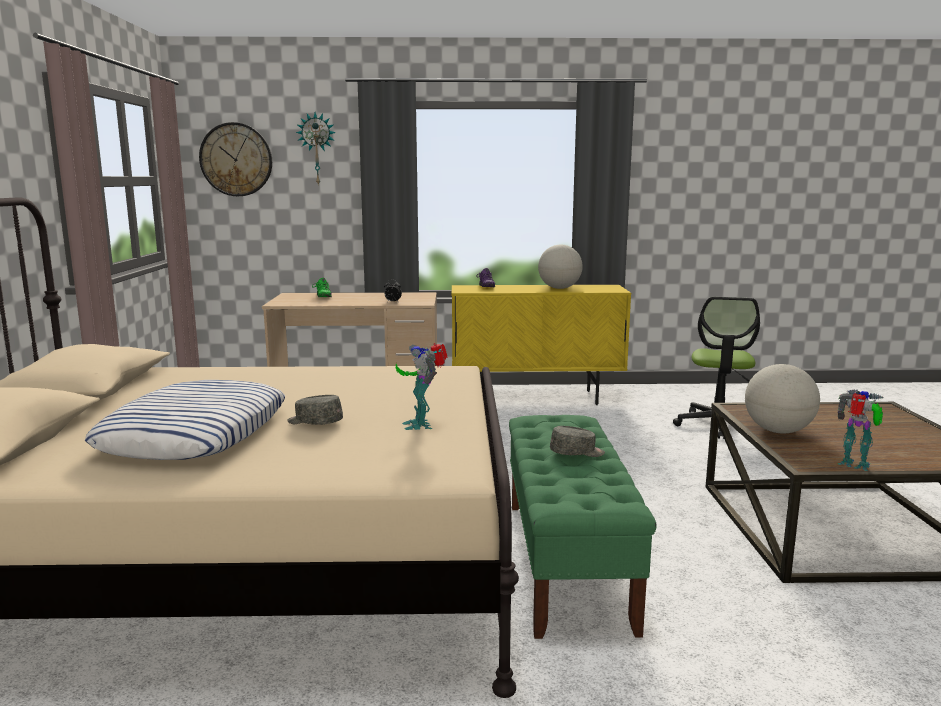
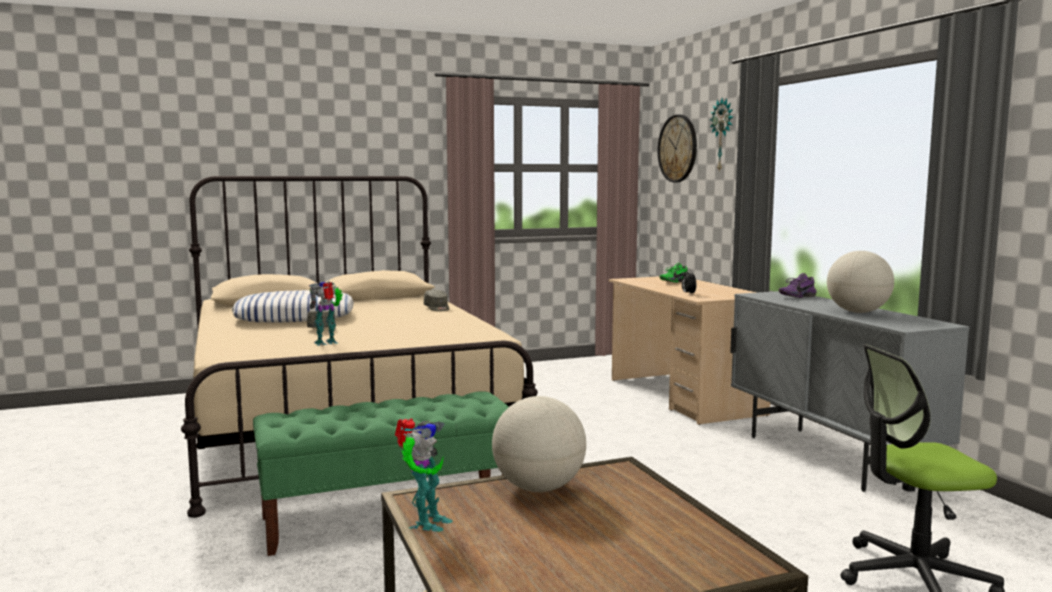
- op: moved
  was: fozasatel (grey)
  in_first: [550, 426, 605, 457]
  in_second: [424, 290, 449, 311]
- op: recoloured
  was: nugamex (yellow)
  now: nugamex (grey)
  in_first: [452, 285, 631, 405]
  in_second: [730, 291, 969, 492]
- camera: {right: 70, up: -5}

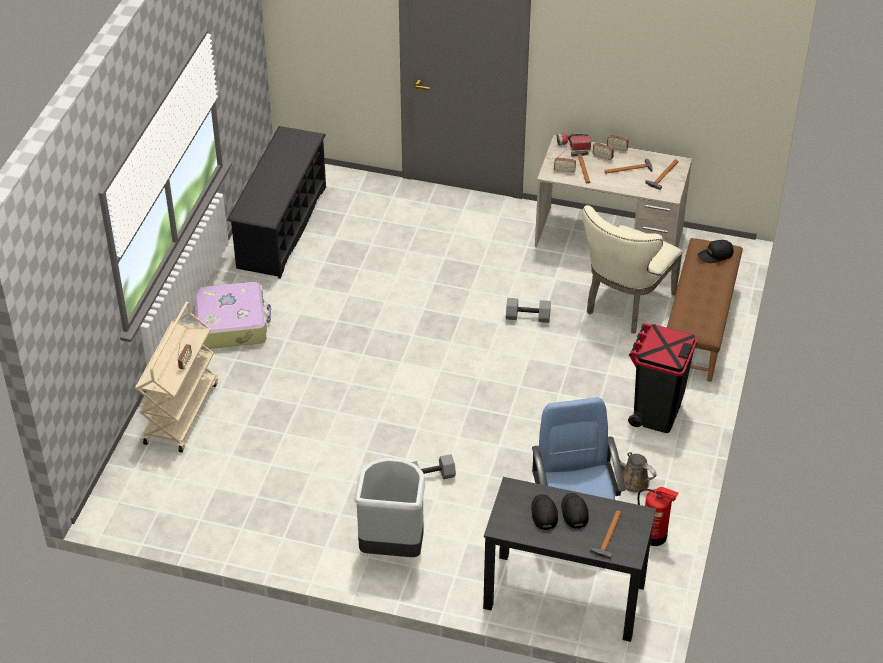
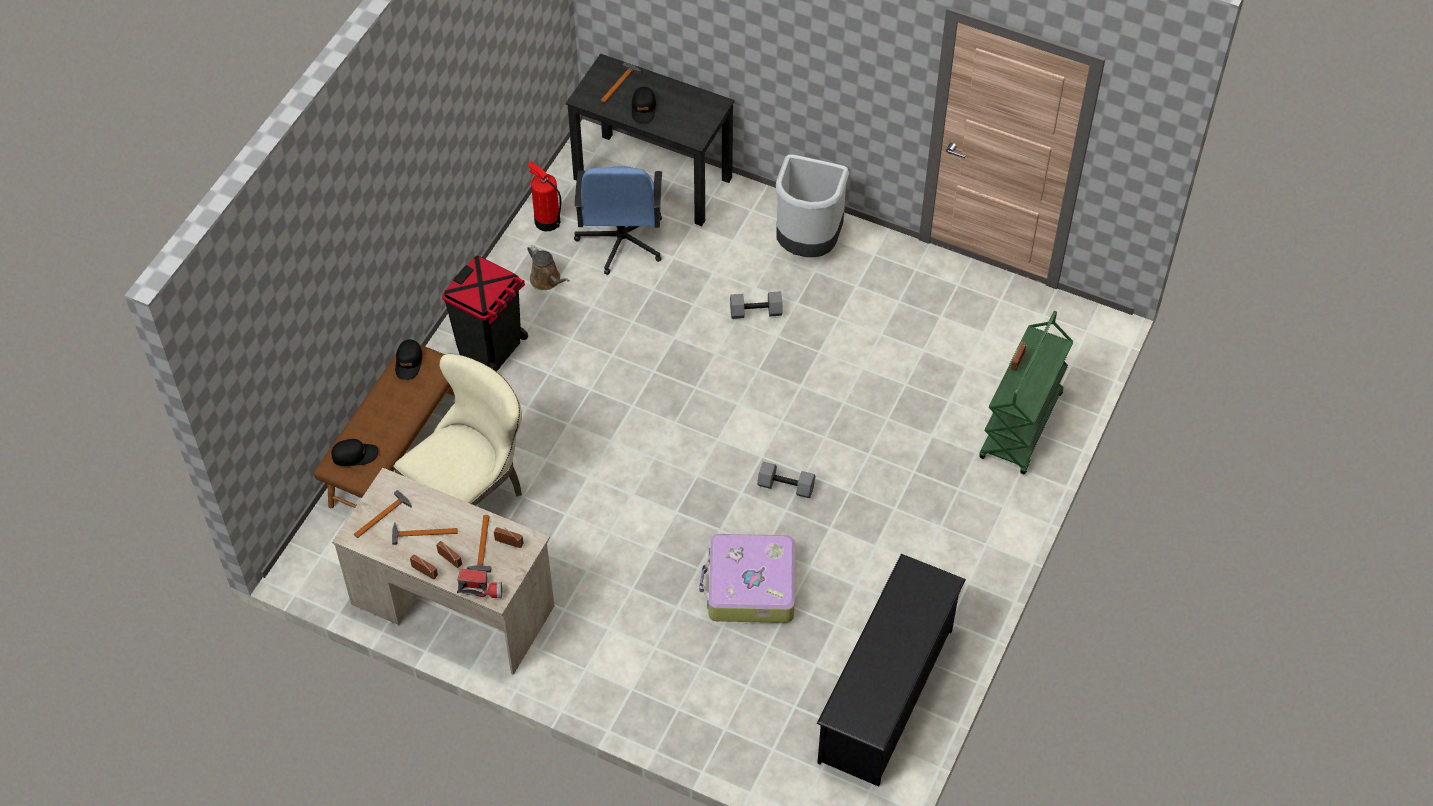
- op: moved
  was: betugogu
  in_first: [195, 282, 271, 349]
  in_second: [699, 534, 795, 623]
- op: moved
  was: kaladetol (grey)
  in_first: [506, 298, 551, 323]
  in_second: [757, 462, 816, 498]
- op: moved
  was: fozasatel (black)
  in_first: [531, 494, 558, 530]
  in_second: [395, 339, 423, 380]
- op: recoloured
  was: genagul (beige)
  now: genagul (green)
  in_first: [135, 302, 218, 452]
  in_second: [979, 311, 1073, 475]
- camera: {right: -170, up: 10}

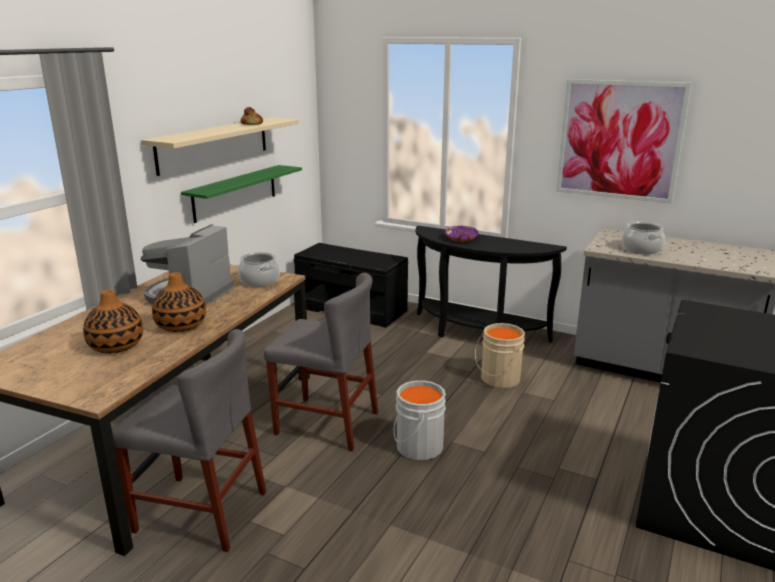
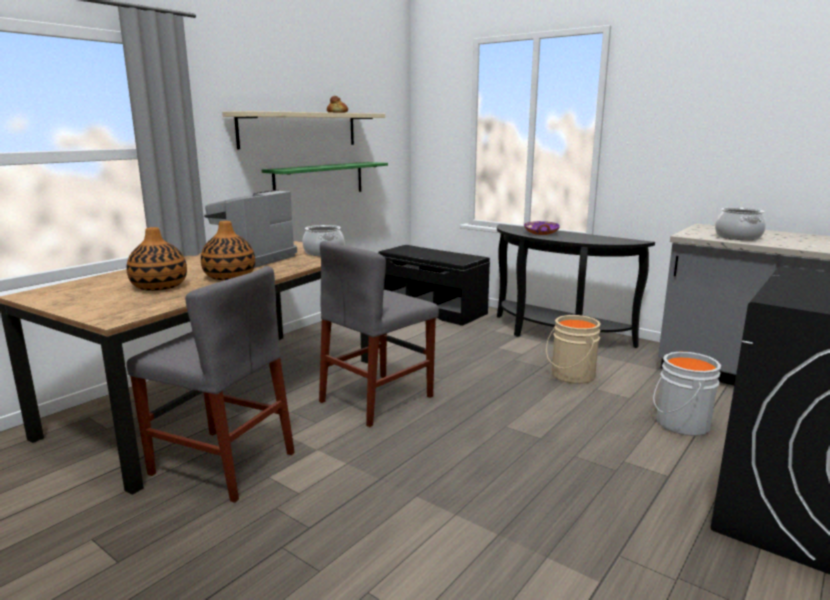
- op: removed
  was: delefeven
  in_first: [556, 79, 691, 204]
- op: moved
  was: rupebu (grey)
  in_first: [394, 380, 446, 460]
  in_second: [653, 351, 721, 436]
- op: turned
  was: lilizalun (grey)
  in_first: [264, 273, 378, 451]
  in_second: [319, 241, 439, 427]
  clockwise: 105
- camera: {right: 10, up: -5}

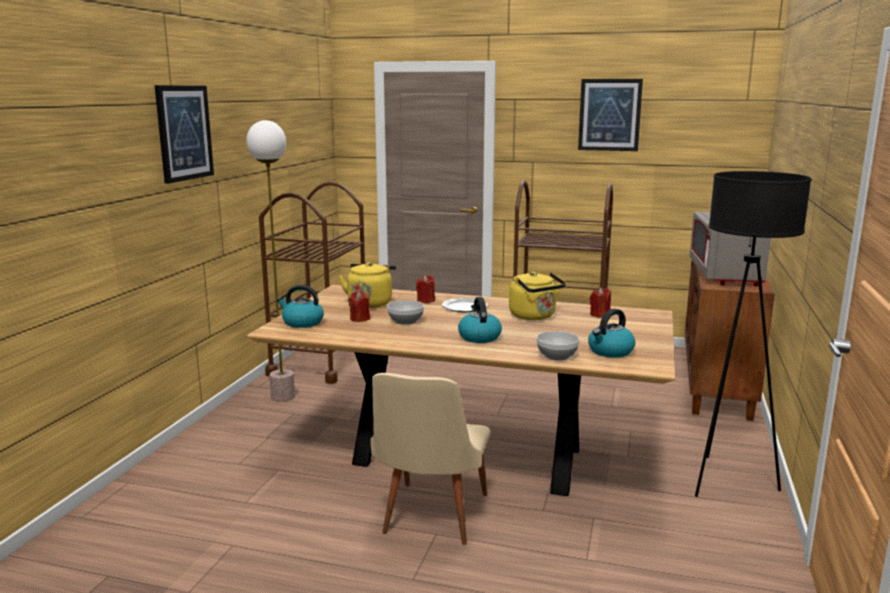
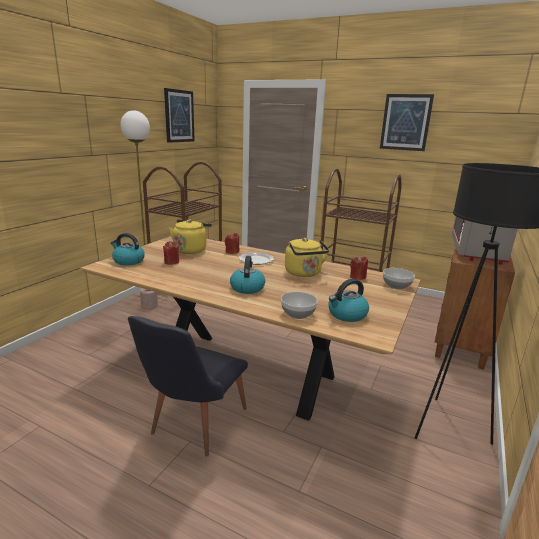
- op: moved
  was: delefeven
  in_first: [155, 85, 214, 184]
  in_second: [164, 88, 195, 143]
- op: moved
  was: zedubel
  in_first: [387, 300, 424, 325]
  in_second: [383, 268, 415, 290]
- op: recoloured
  was: lilizalun (beige)
  now: lilizalun (black)
  in_first: [371, 373, 491, 545]
  in_second: [128, 316, 248, 457]
- camera: {right: 10, up: 5}

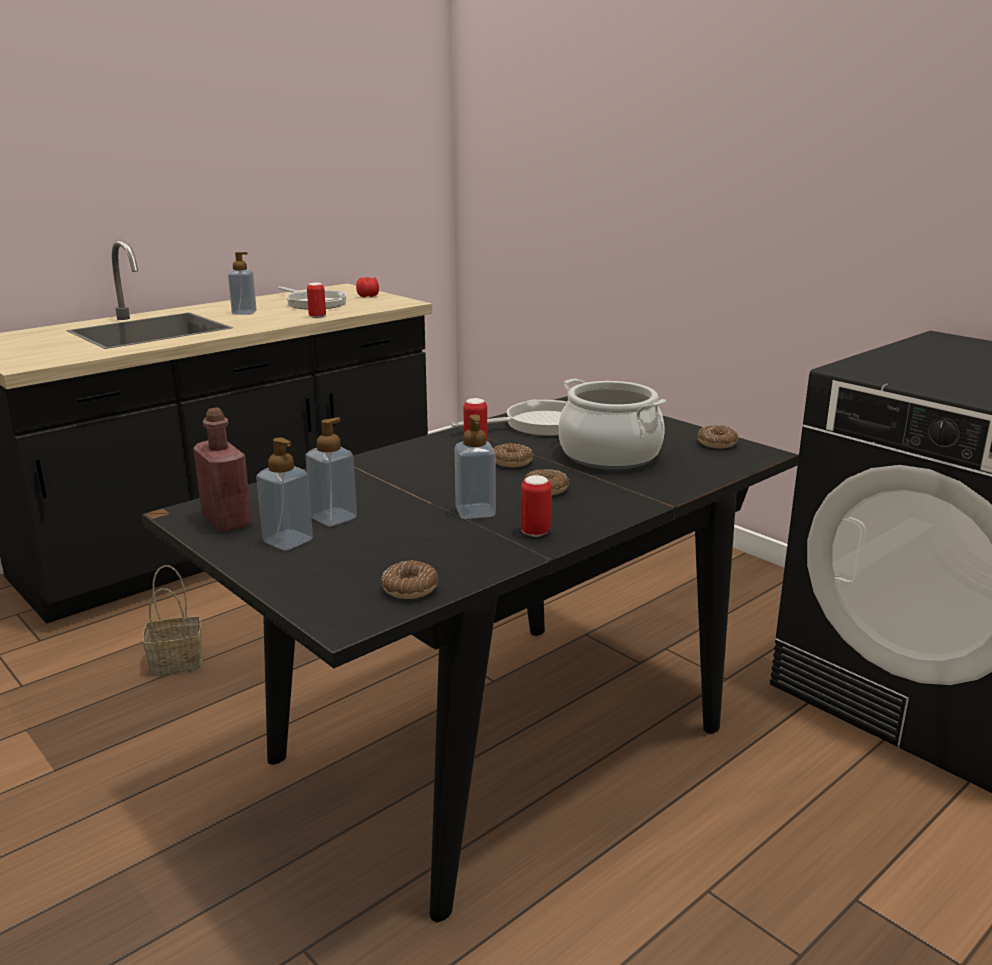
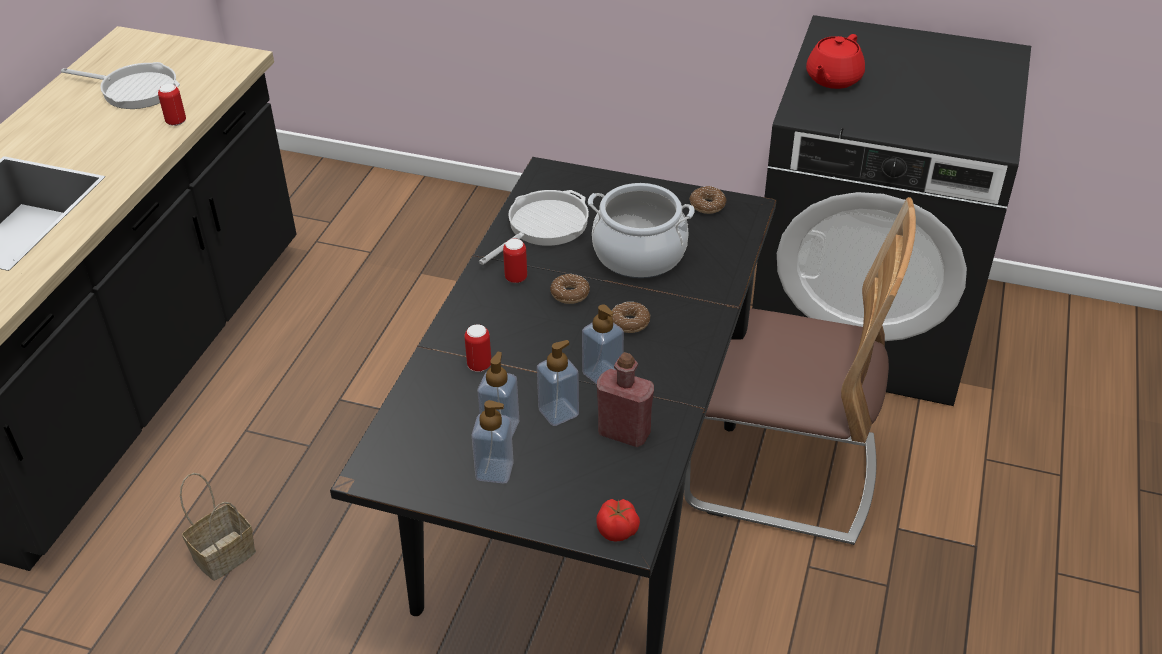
- op: removed
  was: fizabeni
  in_first: [381, 560, 438, 599]
- op: added
  now: lilizalun
  in_second: [684, 197, 916, 545]
- op: added
  now: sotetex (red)
  in_second: [806, 34, 865, 89]
- op: moved
  was: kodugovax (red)
  in_first: [193, 408, 252, 532]
  in_second: [597, 352, 654, 447]
- op: moved
  was: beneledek
  in_first: [228, 252, 257, 315]
  in_second: [537, 340, 579, 426]
- op: moved
  was: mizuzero
  in_first: [356, 277, 379, 298]
  in_second: [596, 499, 640, 542]
- op: moved
  was: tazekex
  in_first: [521, 475, 552, 537]
  in_second: [464, 324, 491, 372]
- camera: {right: -30, up: 20}

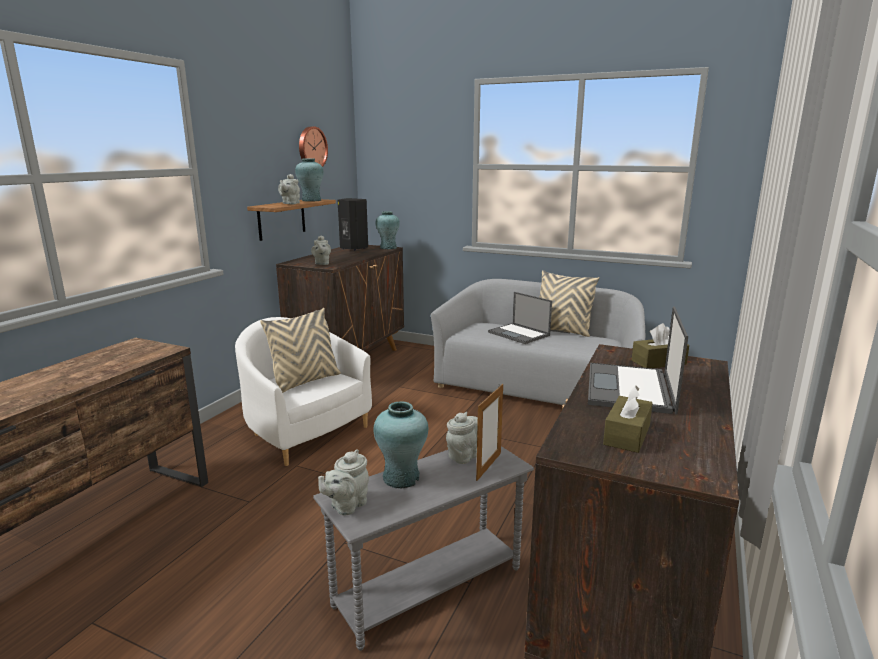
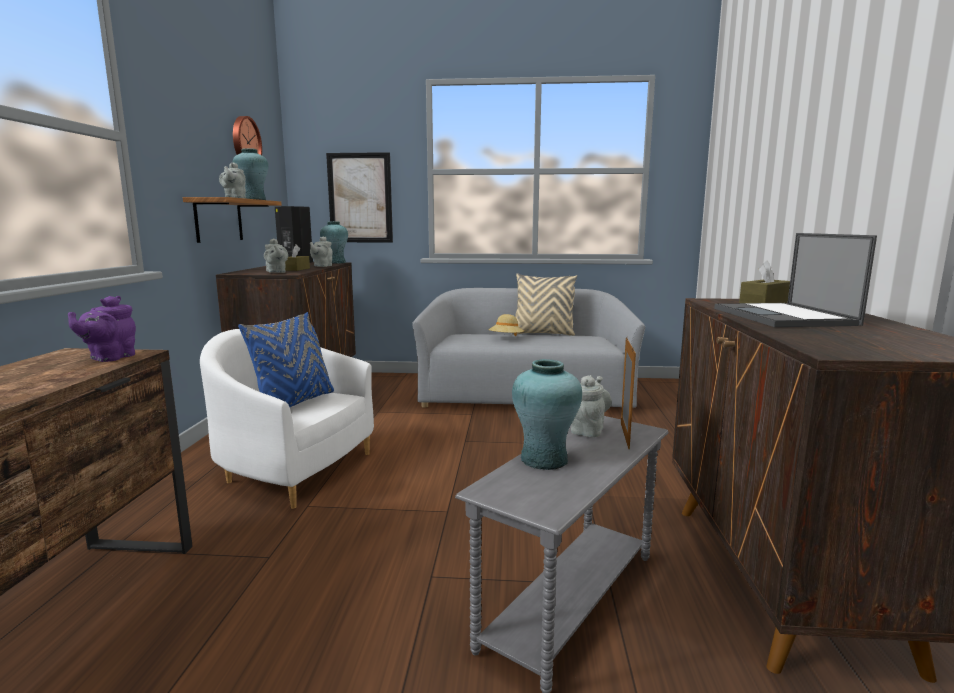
- op: added
  now: sotetex (purple)
  in_second: [68, 296, 136, 362]
- op: added
  now: delefeven
  in_second: [326, 152, 393, 242]
- op: moved
  was: sotetex (grey)
  in_first: [318, 449, 369, 515]
  in_second: [310, 237, 333, 267]
- op: moved
  was: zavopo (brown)
  in_first: [603, 386, 653, 453]
  in_second: [285, 245, 310, 271]
- op: replaced
  was: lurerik
  now: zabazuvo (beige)
  in_first: [488, 292, 552, 344]
  in_second: [488, 314, 524, 336]
- op: recoloured
  was: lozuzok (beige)
  now: lozuzok (blue)
  in_first: [260, 308, 341, 393]
  in_second: [238, 312, 334, 407]
- camera: {right: -20, up: -5}

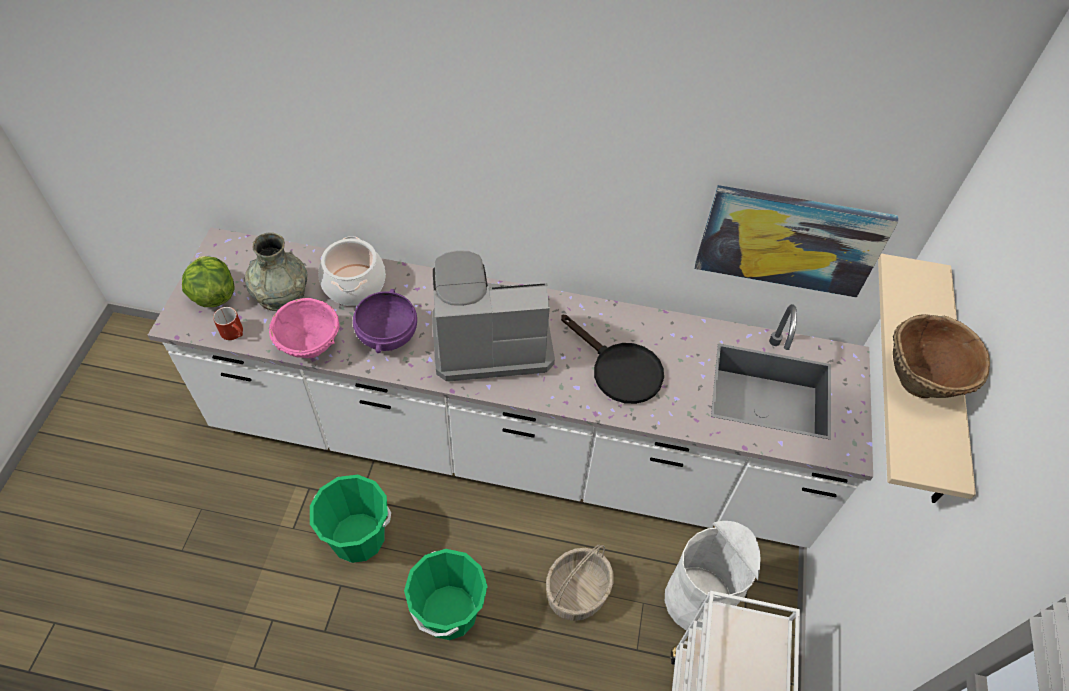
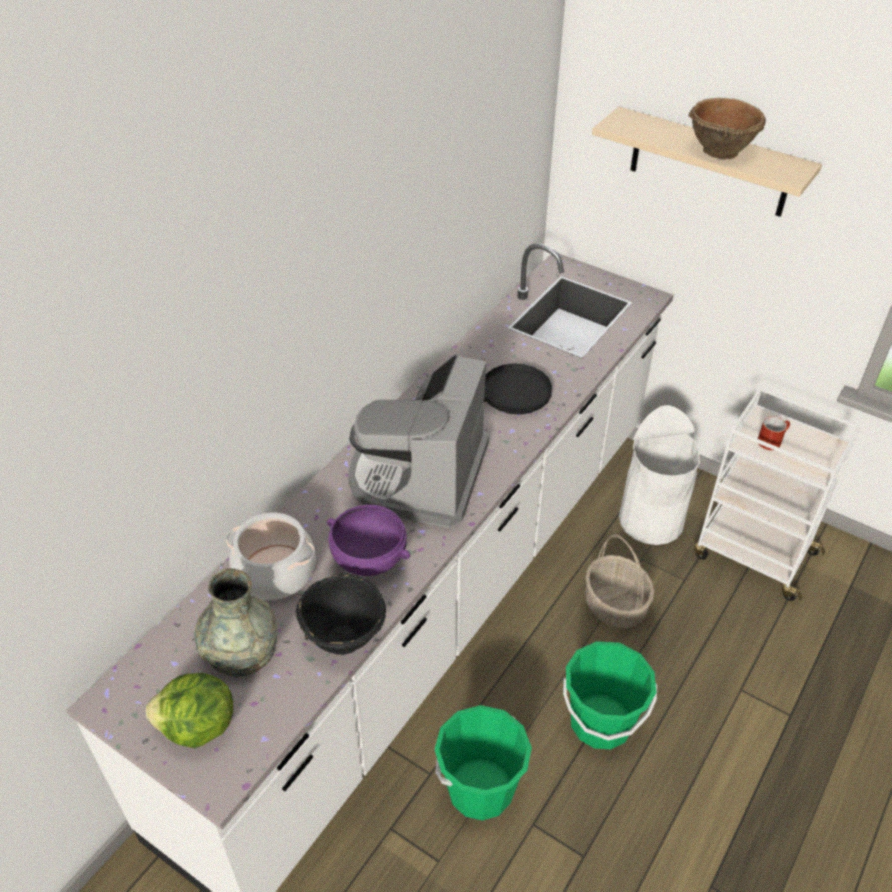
- op: removed
  was: delefeven
  in_first: [695, 185, 898, 298]
- op: moved
  was: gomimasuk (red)
  in_first: [213, 307, 243, 340]
  in_second: [758, 416, 790, 450]
- op: recoloured
  was: zedubel (pink)
  now: zedubel (black)
  in_first: [269, 298, 340, 358]
  in_second: [295, 573, 386, 655]
- camera: {right: -65, up: -10}

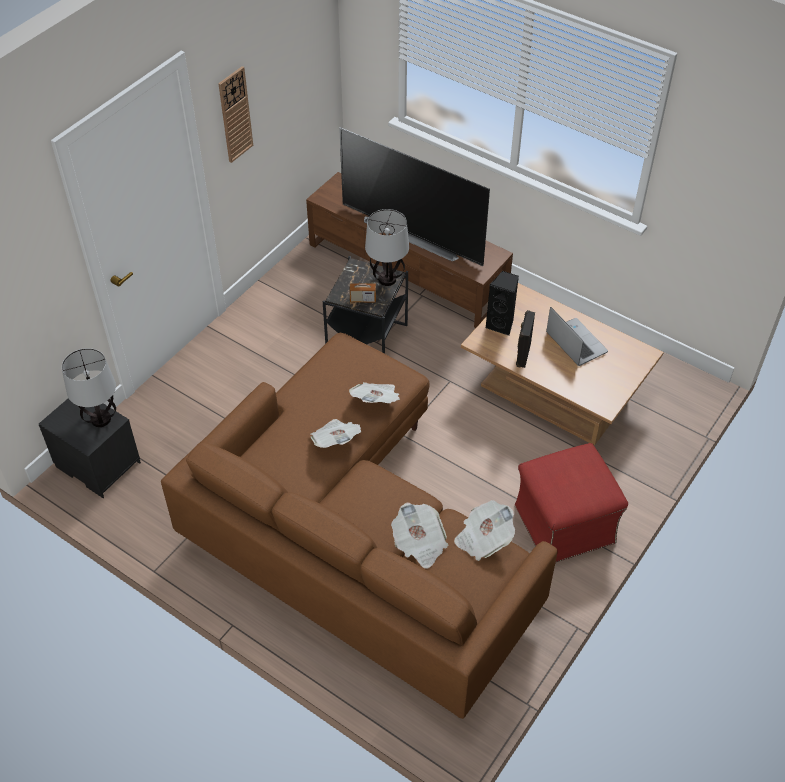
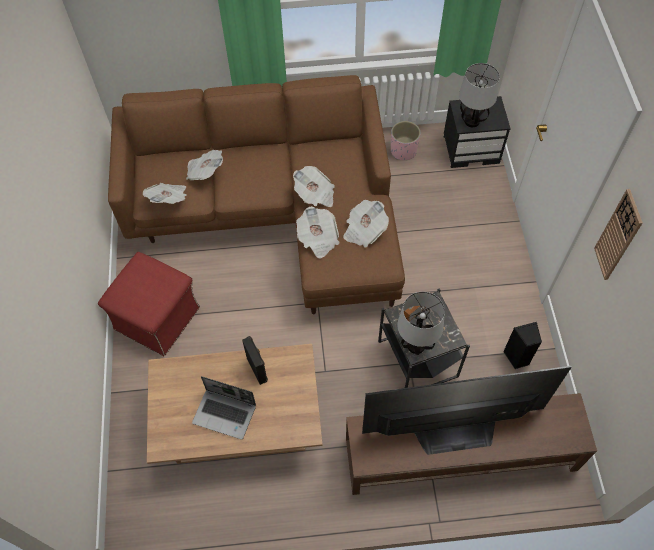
- op: added
  now: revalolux
  in_second: [343, 200, 389, 248]
- op: added
  now: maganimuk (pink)
  in_second: [391, 121, 420, 160]
- op: moved
  was: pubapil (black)
  in_first: [486, 271, 519, 336]
  in_second: [503, 322, 542, 369]
- camera: {right: 140, up: 10}

